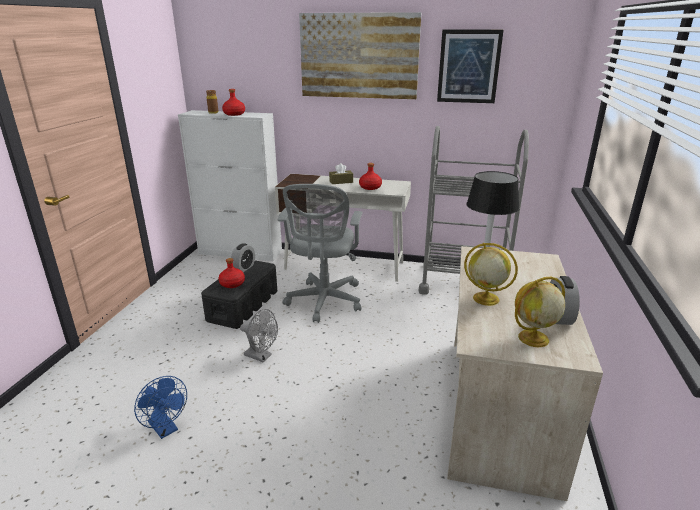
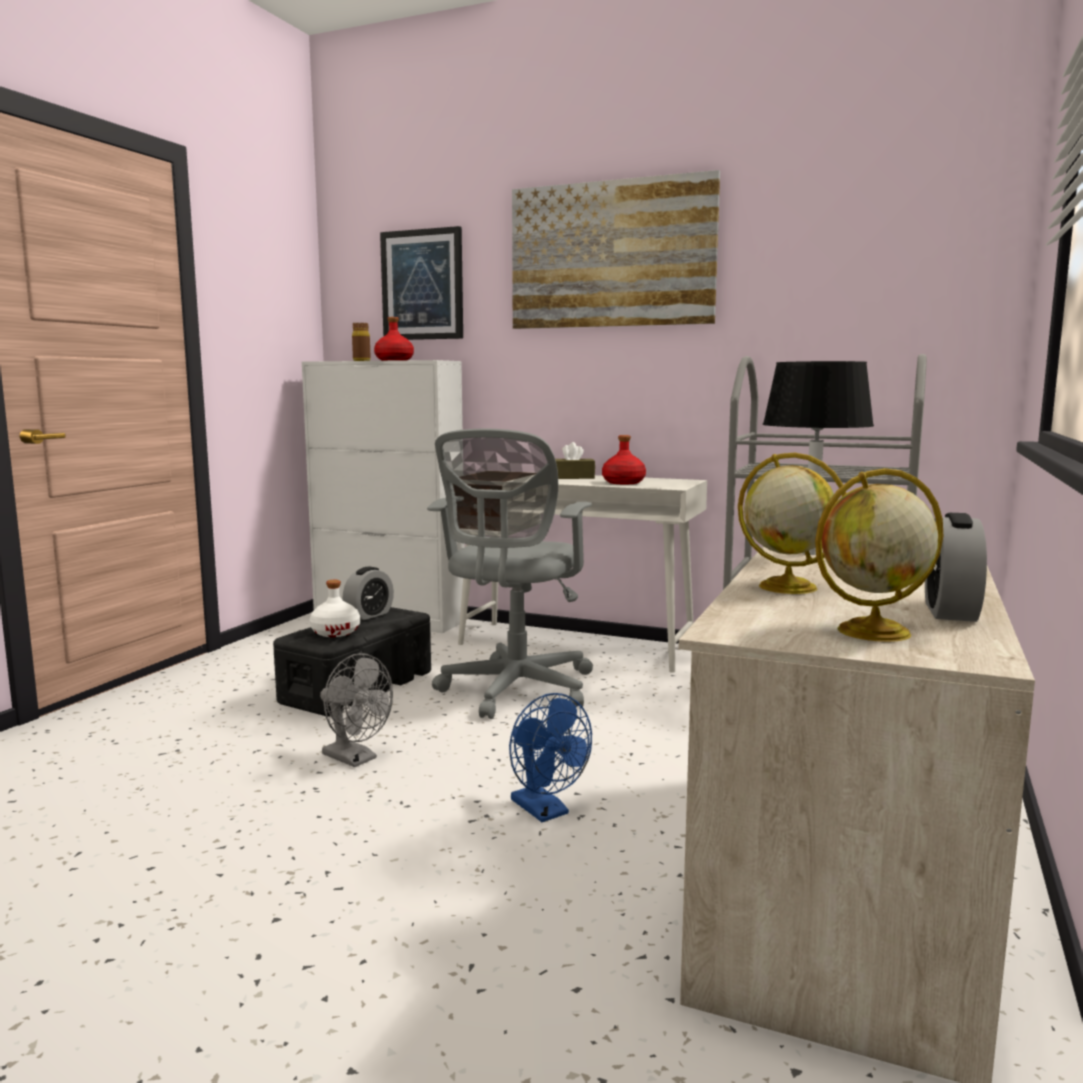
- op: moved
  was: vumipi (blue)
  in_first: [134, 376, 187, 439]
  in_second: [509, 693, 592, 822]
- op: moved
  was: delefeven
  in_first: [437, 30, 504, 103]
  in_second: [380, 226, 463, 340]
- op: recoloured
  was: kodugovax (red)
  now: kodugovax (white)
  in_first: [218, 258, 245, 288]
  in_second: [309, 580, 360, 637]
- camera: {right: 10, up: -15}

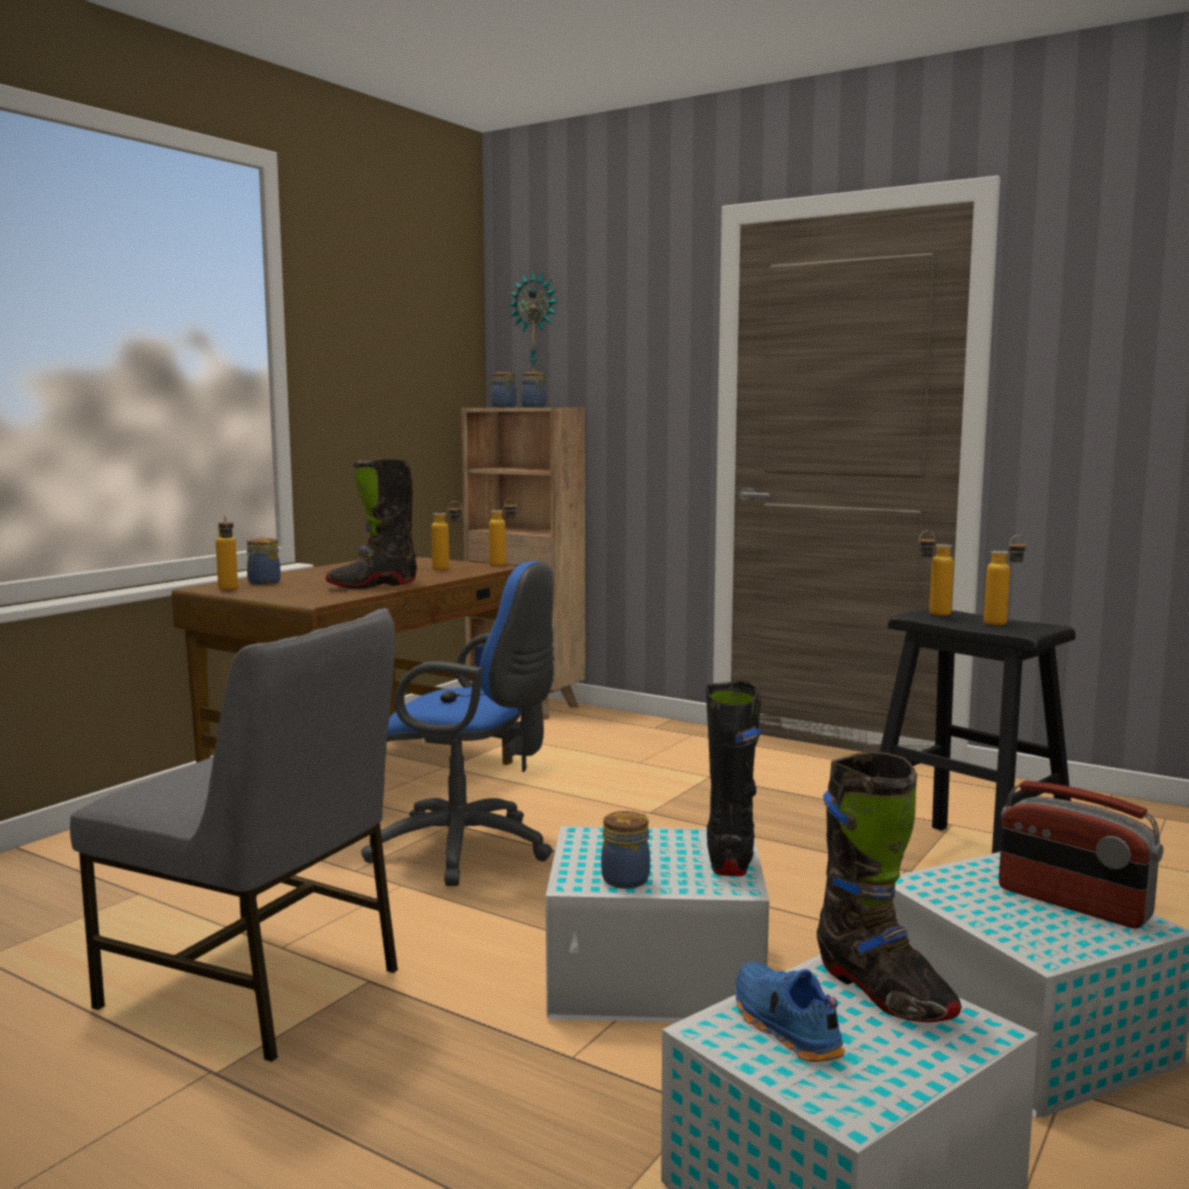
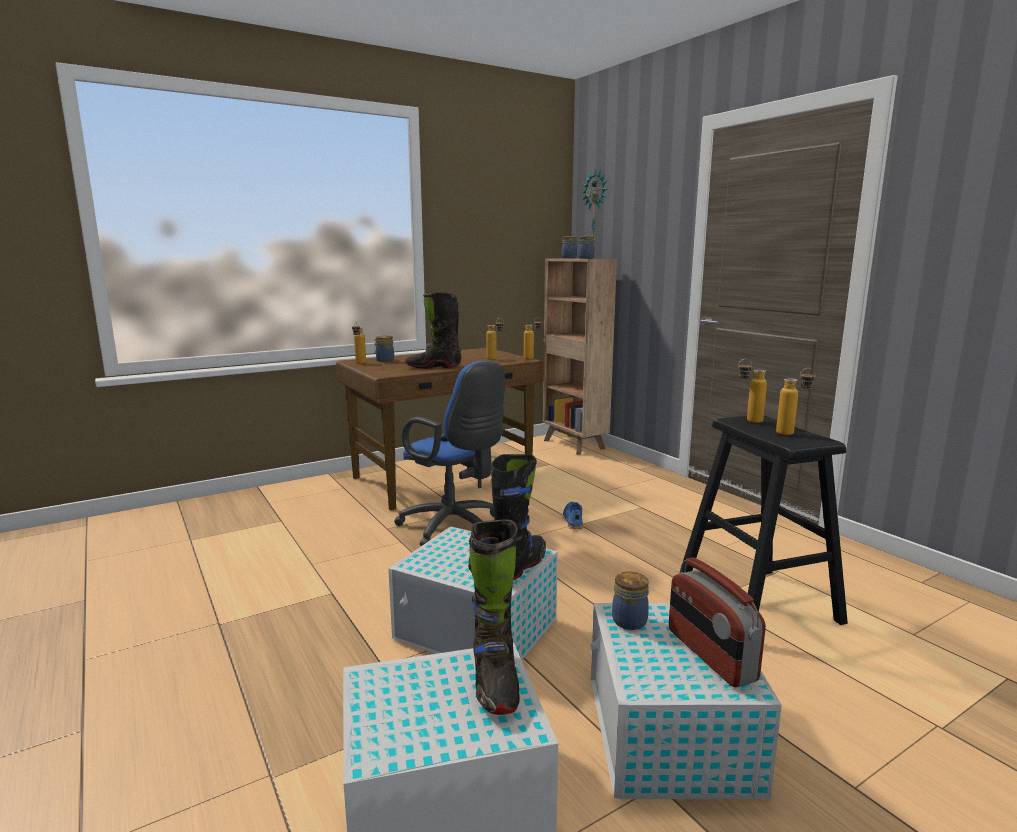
- op: removed
  was: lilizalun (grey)
  in_first: [70, 608, 398, 1062]
- op: moved
  was: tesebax
  in_first: [601, 811, 650, 889]
  in_second: [612, 572, 649, 630]
- op: moved
  was: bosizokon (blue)
  in_first: [735, 962, 845, 1062]
  in_second: [563, 502, 583, 529]
- camera: {right: 25, up: 5}

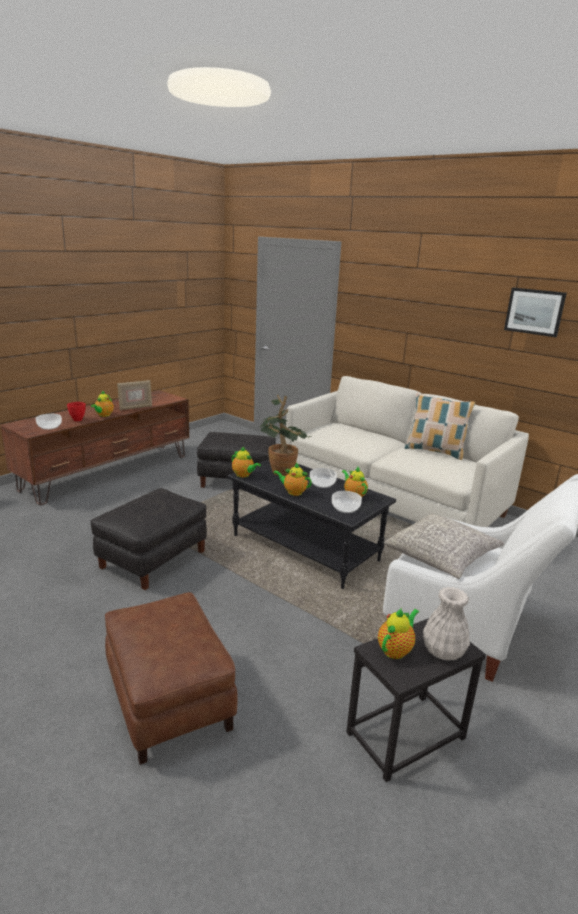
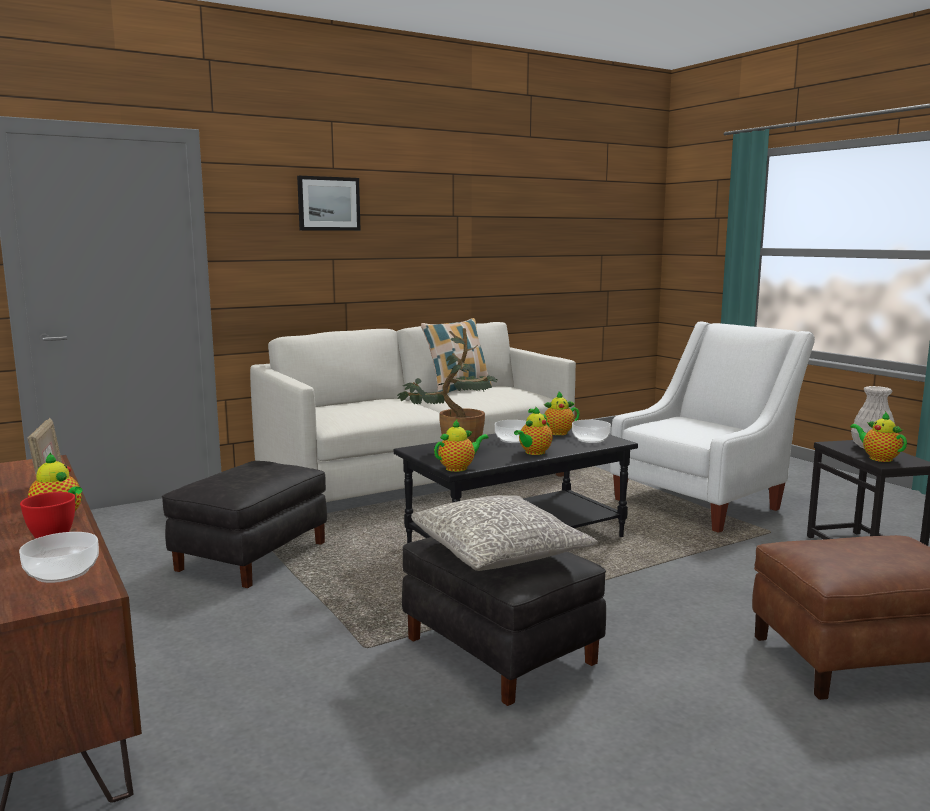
- op: moved
  was: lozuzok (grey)
  in_first: [384, 513, 504, 579]
  in_second: [411, 495, 598, 571]
- op: moved
  was: delefeven
  in_first: [504, 288, 567, 337]
  in_second: [297, 176, 361, 231]
- camera: {right: -70, up: -10}

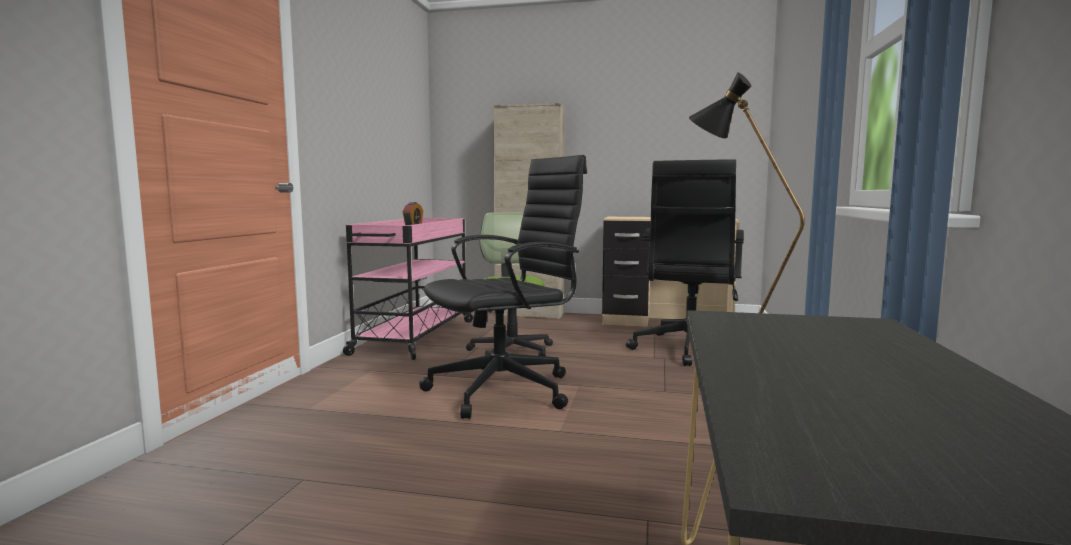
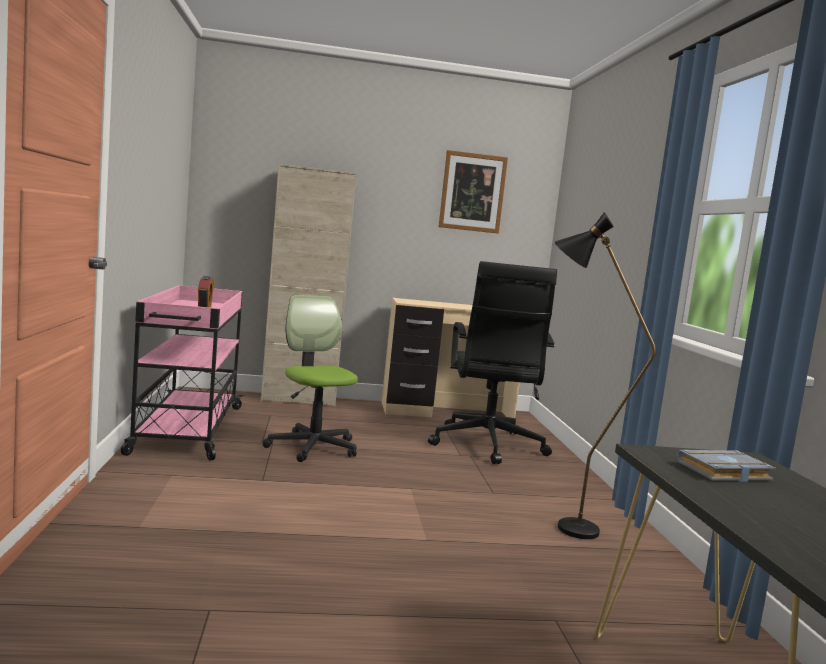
- op: removed
  was: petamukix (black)
  in_first: [419, 155, 587, 419]
- op: added
  now: delefeven
  in_second: [439, 150, 508, 234]
- op: added
  now: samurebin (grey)
  in_second: [676, 450, 776, 482]
- camera: {right: -20, up: 0}

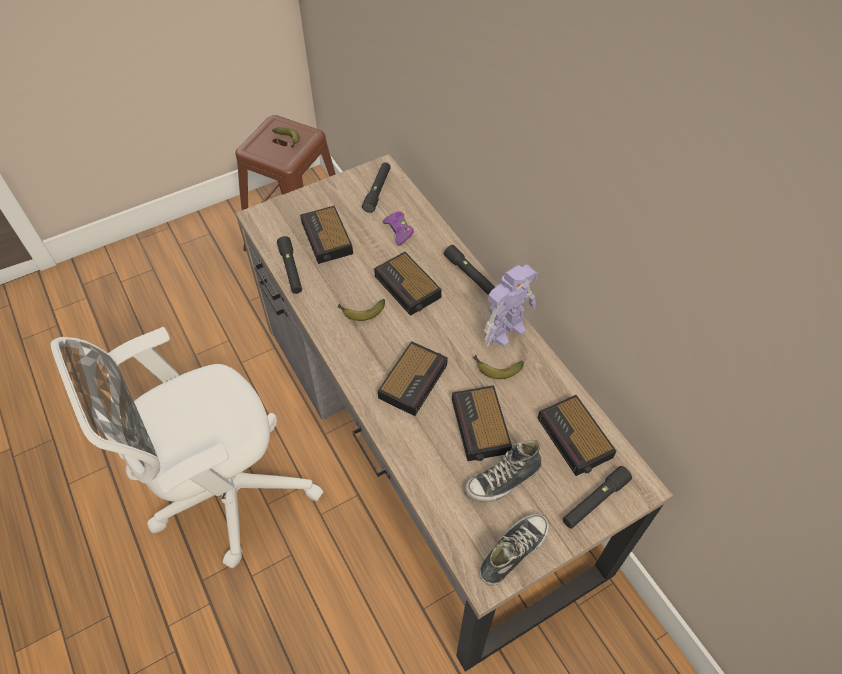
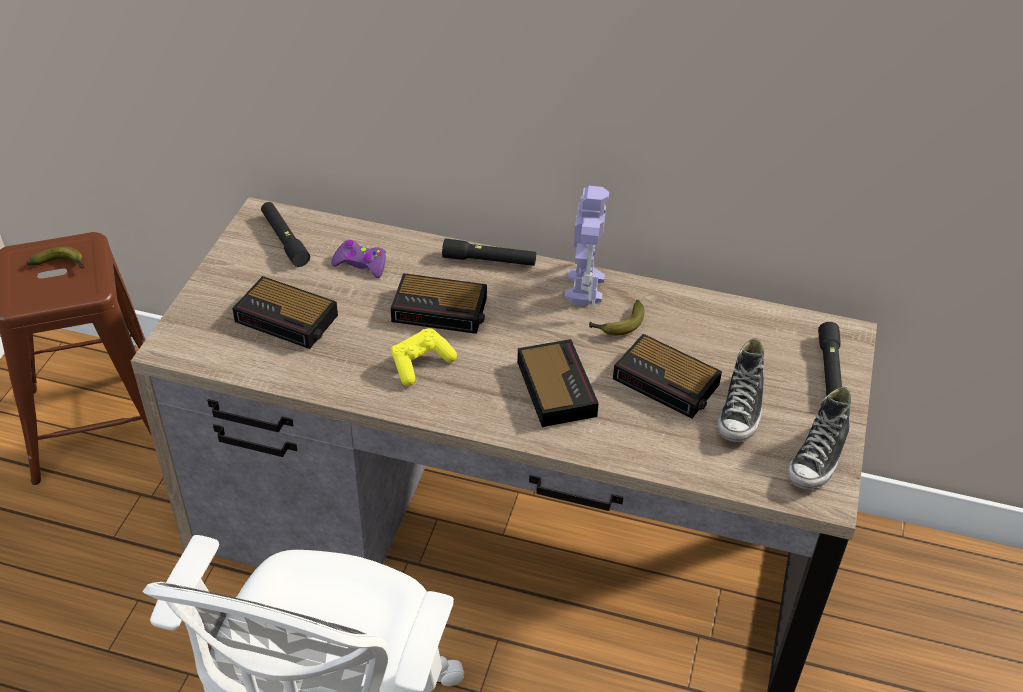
- op: removed
  was: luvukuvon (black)
  in_first: [277, 236, 302, 294]
- op: removed
  was: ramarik
  in_first: [537, 395, 616, 476]
- op: replaced
  was: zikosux
  now: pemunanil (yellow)
  in_first: [338, 299, 385, 321]
  in_second: [391, 328, 457, 386]
- op: turned
  was: bosizokon
  in_first: [480, 514, 549, 586]
  in_second: [788, 387, 851, 490]
  clockwise: -150
- camera: {right: -45, up: -10}

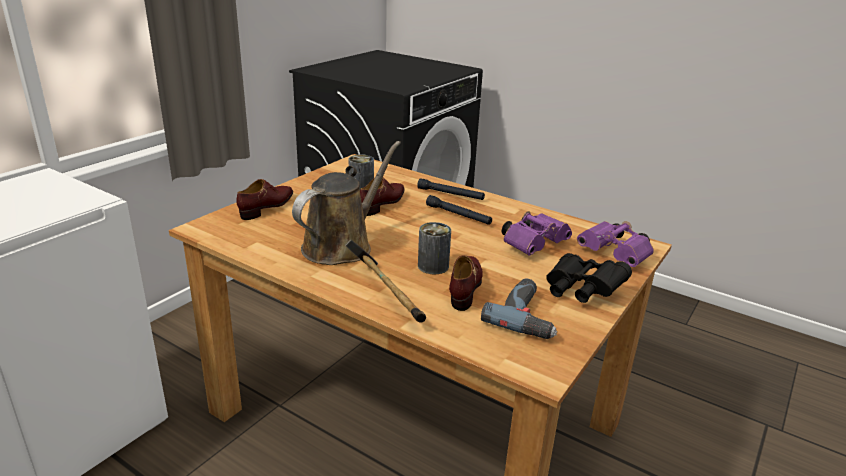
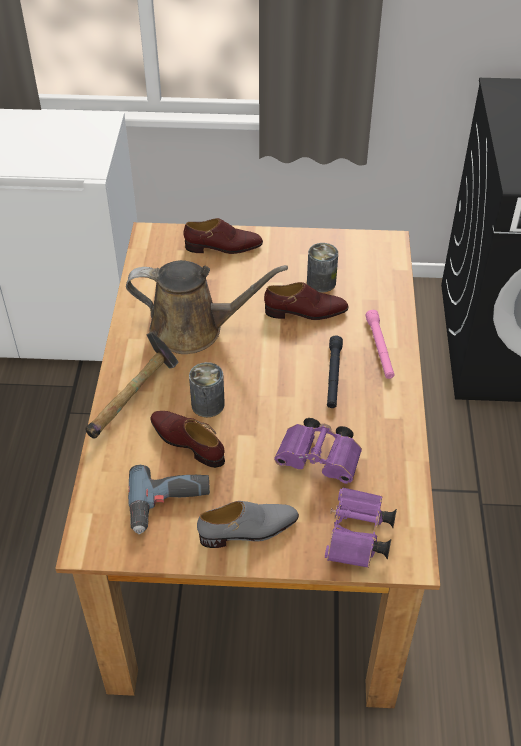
- op: replaced
  was: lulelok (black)
  now: bosizokon (grey)
  in_first: [546, 253, 632, 303]
  in_second: [197, 501, 299, 548]
- op: recoloured
  was: luvukuvon (black)
  now: luvukuvon (pink)
  in_first: [417, 178, 485, 200]
  in_second: [366, 310, 395, 379]
- op: turned
  was: bosizokon (brown)
  in_first: [449, 255, 483, 311]
  in_second: [150, 411, 225, 468]
  clockwise: -120
- camera: {right: 60, up: 20}

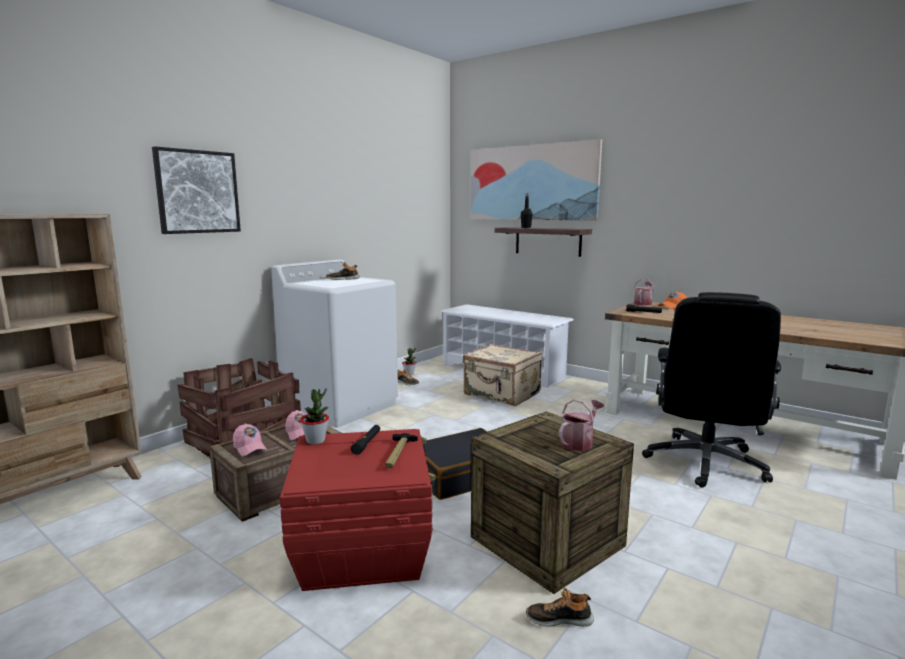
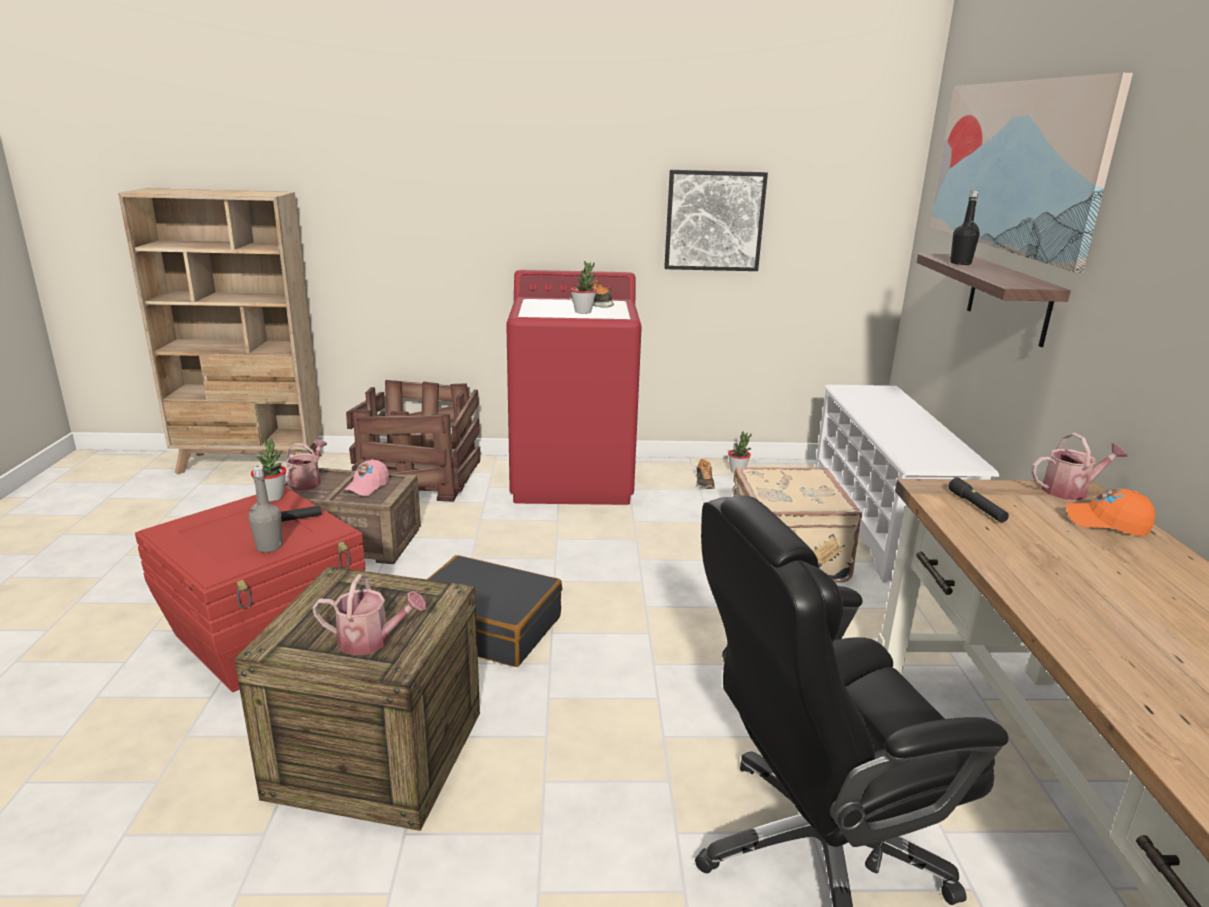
- op: removed
  was: bosizokon
  in_first: [526, 588, 594, 627]
- op: added
  now: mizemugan
  in_second: [571, 261, 597, 314]
- op: moved
  was: delefeven
  in_first: [152, 146, 241, 234]
  in_second: [664, 170, 768, 271]
- op: replaced
  was: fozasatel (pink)
  now: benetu
  in_first: [233, 423, 267, 456]
  in_second: [285, 440, 327, 491]
- op: replaced
  was: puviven
  now: kodugovax (grey)
  in_first: [385, 433, 418, 468]
  in_second: [248, 466, 282, 553]
- op: recoloured
  was: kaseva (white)
  now: kaseva (red)
  in_first: [271, 259, 398, 428]
  in_second: [506, 270, 642, 505]
- camera: {right: 50, up: 10}

